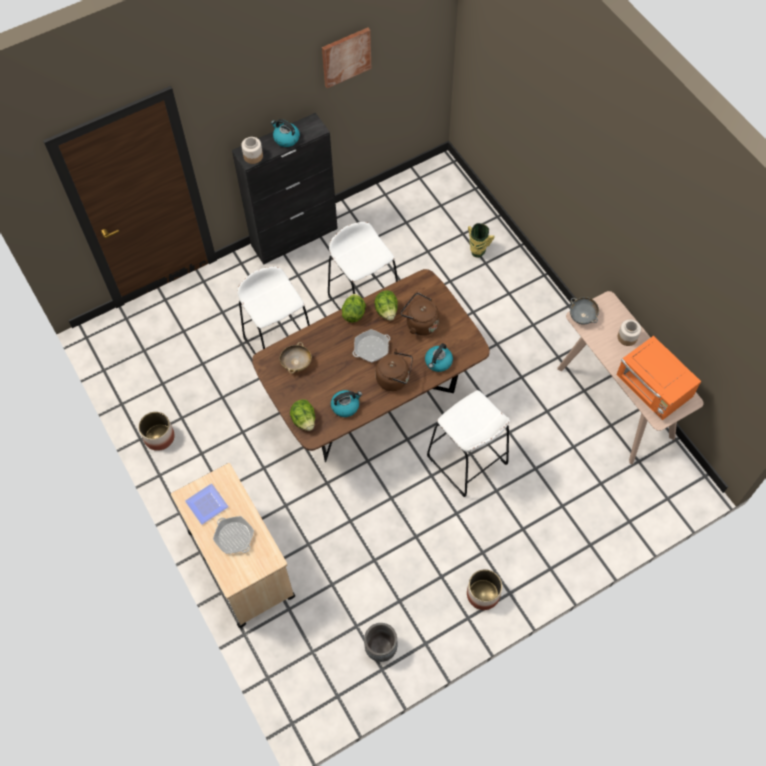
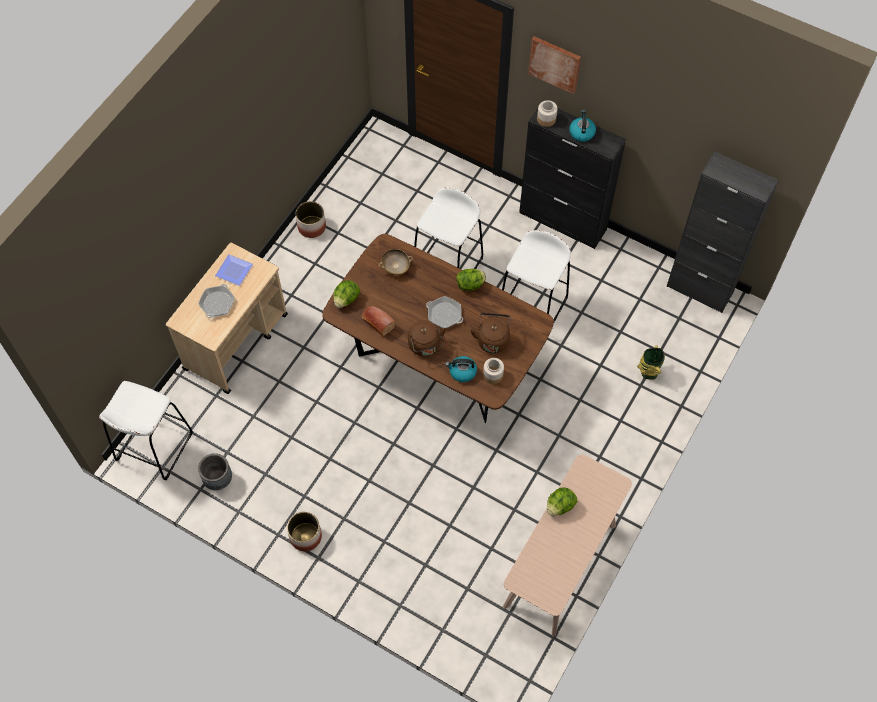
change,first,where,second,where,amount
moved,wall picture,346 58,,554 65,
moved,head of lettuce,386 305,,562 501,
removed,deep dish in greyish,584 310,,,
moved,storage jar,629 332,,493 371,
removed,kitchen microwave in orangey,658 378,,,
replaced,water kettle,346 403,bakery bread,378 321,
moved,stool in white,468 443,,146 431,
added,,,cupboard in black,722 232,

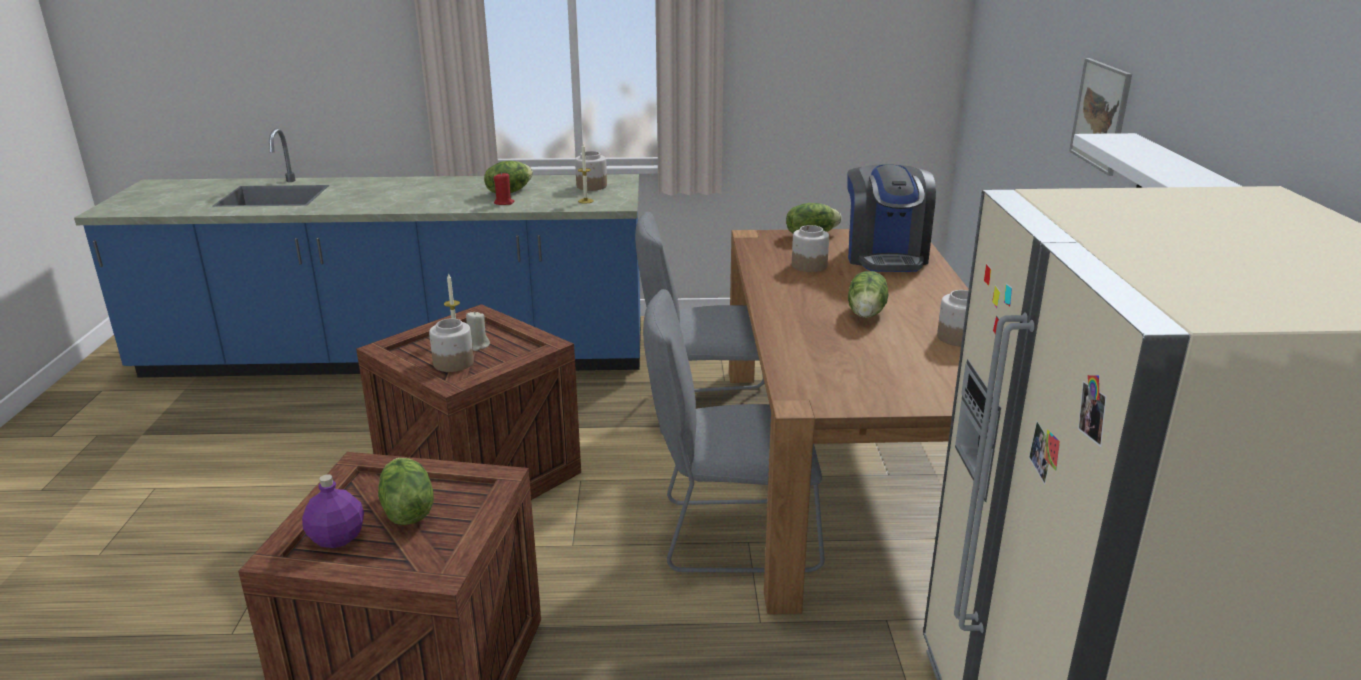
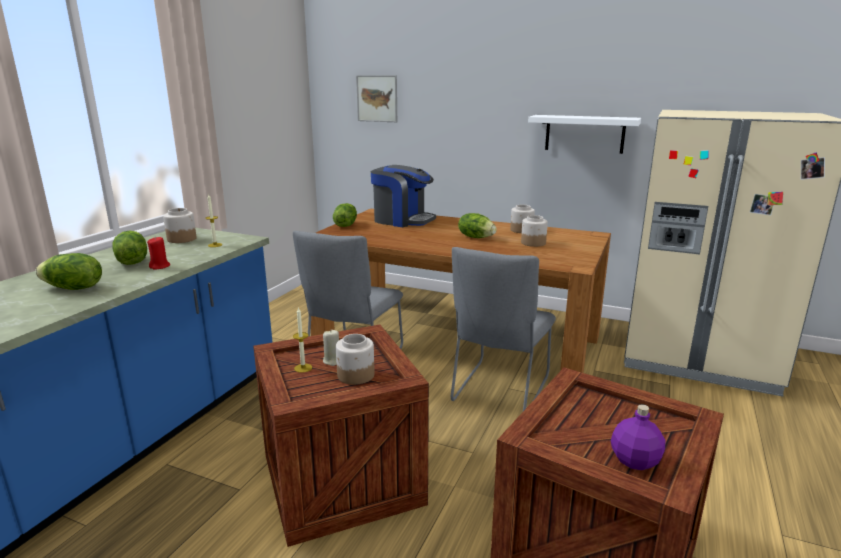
change,first,where,second,where,amount
moved,wall picture,1100 117,,376 98,
moved,storage jar,810 248,,534 231,
moved,head of lettuce,406 491,,68 271,

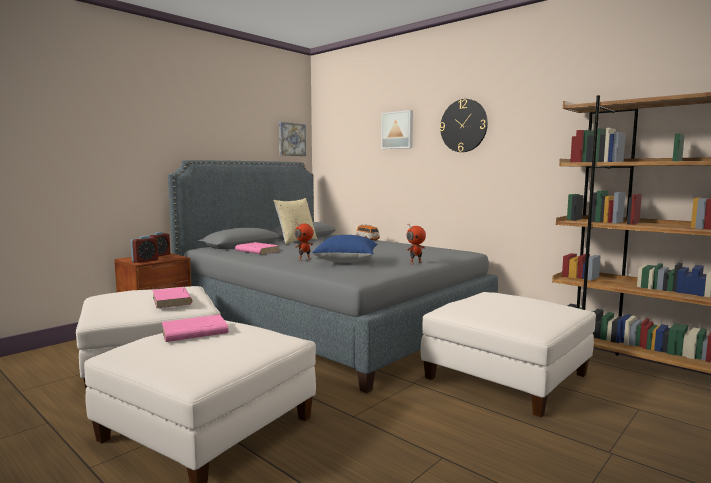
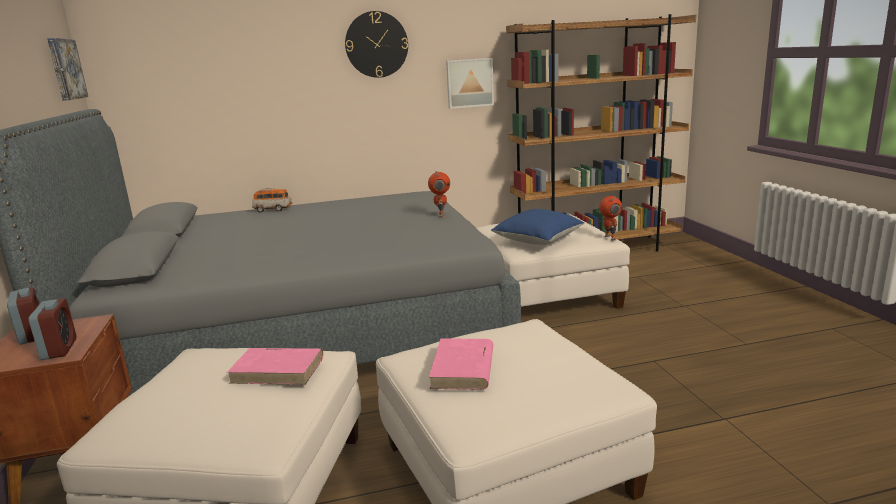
change,first,where,second,where,amount
moved,wall picture,397 129,,470 83,
removed,cushion in sand-coloured,295 221,,,
moved,model robot,304 241,,610 218,
moved,cushion in blue,345 249,,537 227,
removed,bound book in pinkish,257 248,,,

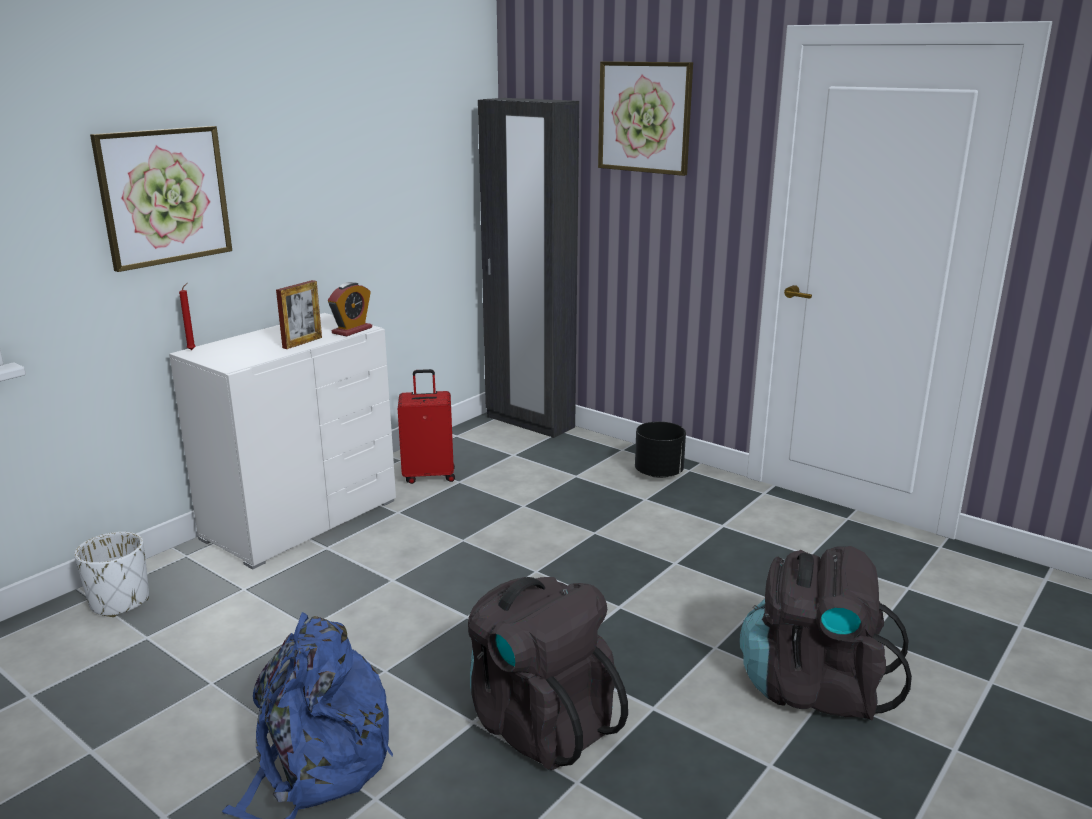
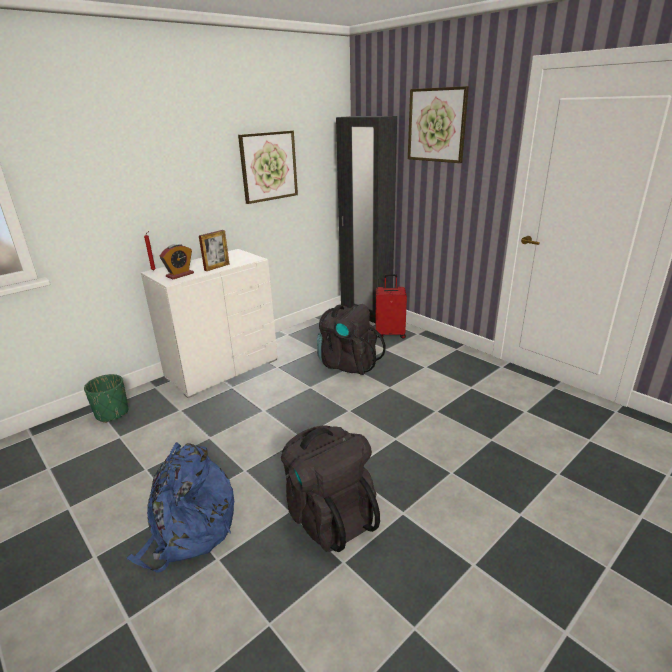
change,first,where,second,where,amount
moved,wall picture,161 199,,268 167,
moved,alarm clock,350 309,,177 261,
moved,travel case in red-coloured,426 426,,391 306,
removed,plant pot in black,660 450,,,
recoloured,plant pot in white,111 574,plant pot in greenish,106 398,
moved,rucksack in black,826 633,,351 339,

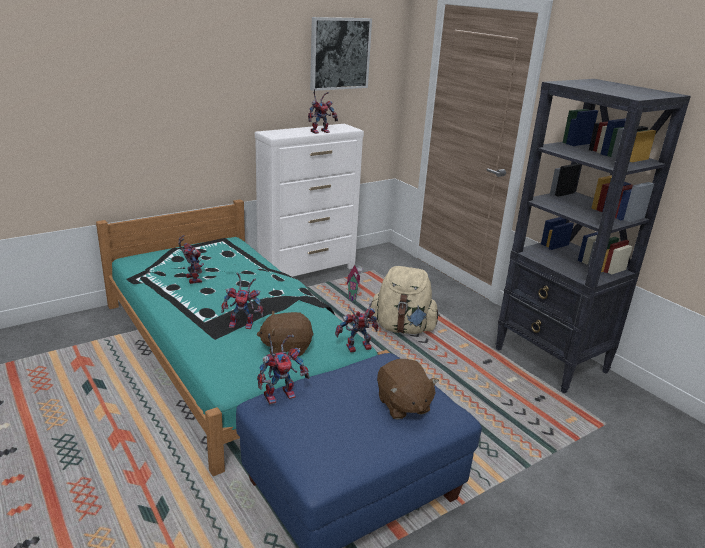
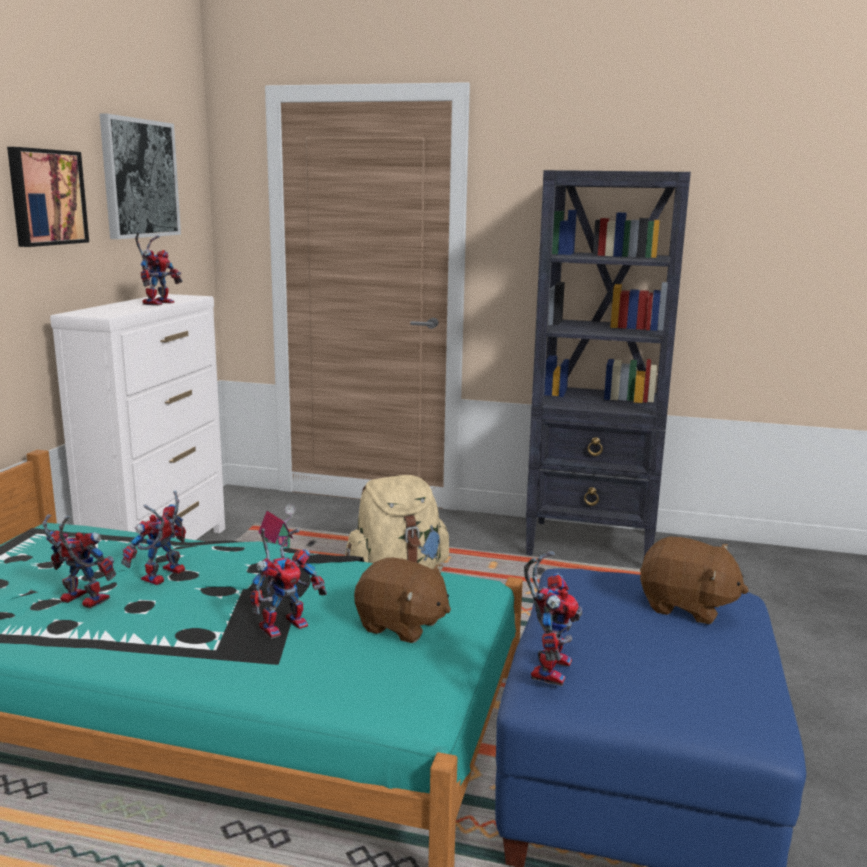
change,first,where,second,where,amount
moved,model robot,356 327,,153 538,
turned,soft toy in brown-coloured,285 333,,402 600,105 degrees counterclockwise
added,,,wall picture,48 197,

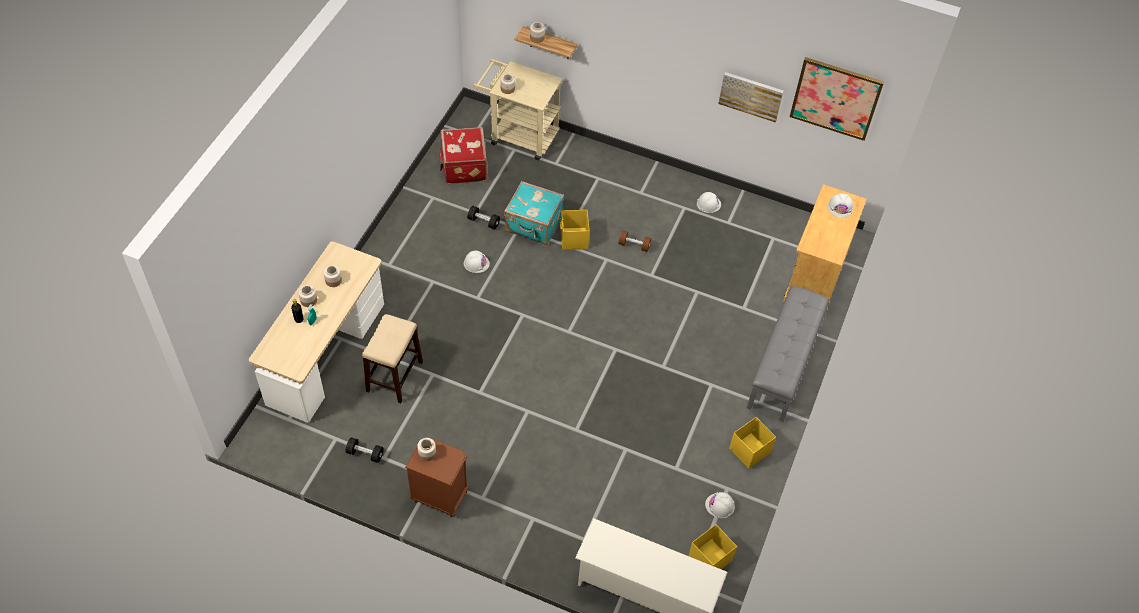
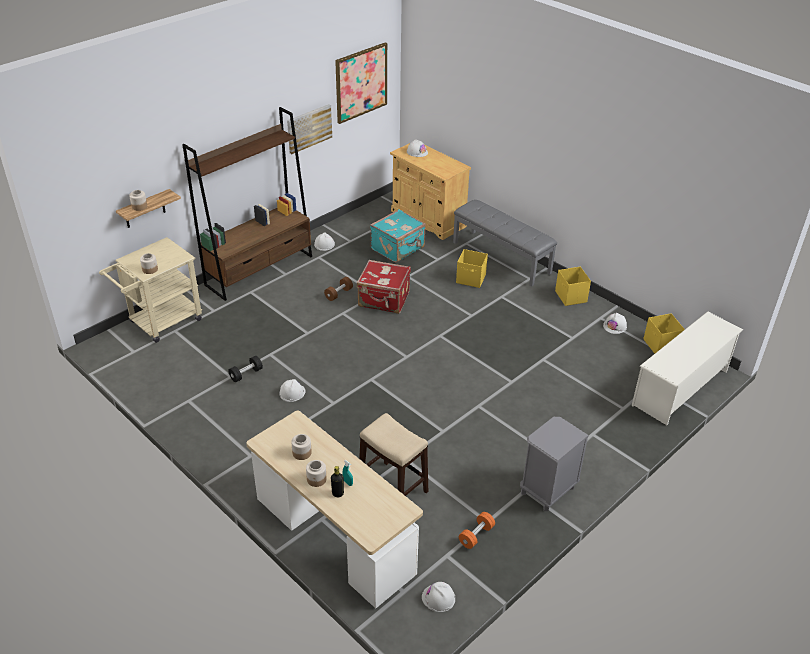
change,first,where,second,where,amount
moved,travel case in red-coloured,463 155,,384 287,
moved,travel case in blue-green,534 213,,398 236,
moved,storage bin in yellow,575 230,,472 268,
recoloured,dumbbell in black,365 450,dumbbell in orangey,477 530,
recoloured,nightstand in brown-coloured,437 477,nightstand in greyish,554 464,
removed,storage jar,426 449,,,
added,,,bookshelf in brown-coloured,247 204,
added,,,safety helmet in white,438 597,

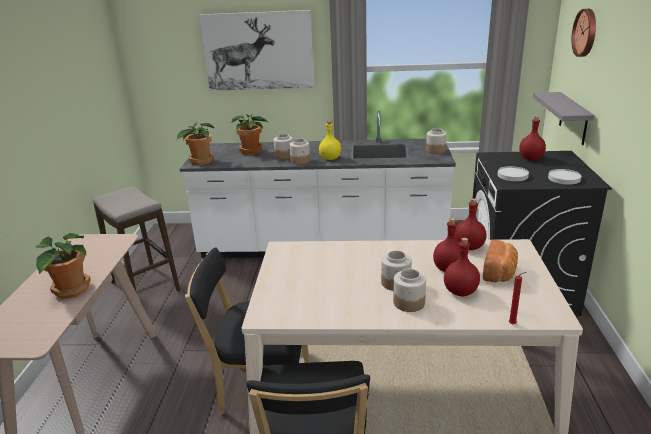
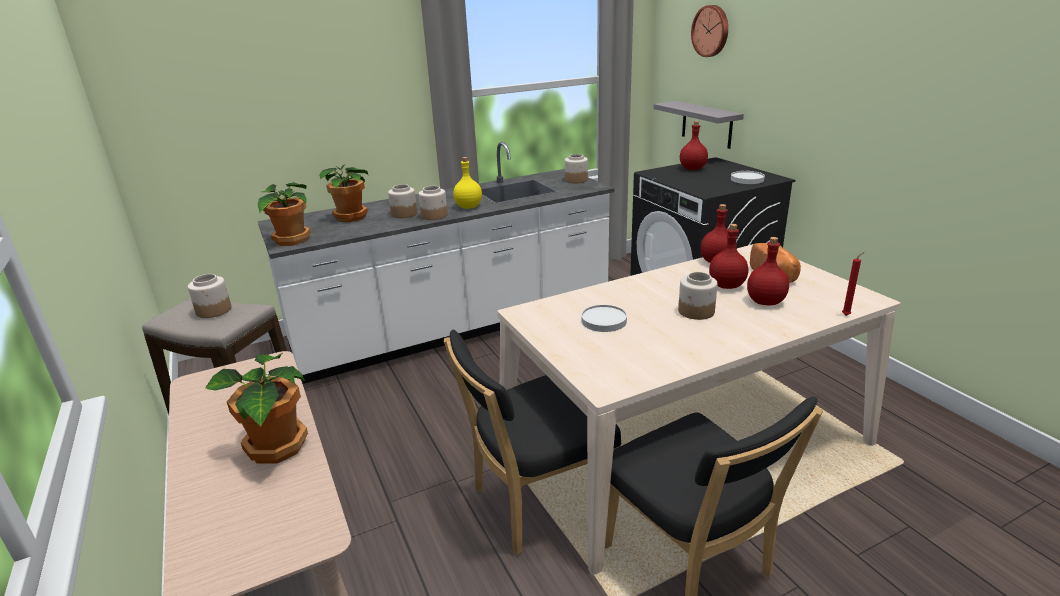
change,first,where,second,where,amount
removed,wall picture,256 50,,,
moved,plate in white,513 173,,604 318,
moved,storage jar,409 290,,210 296,

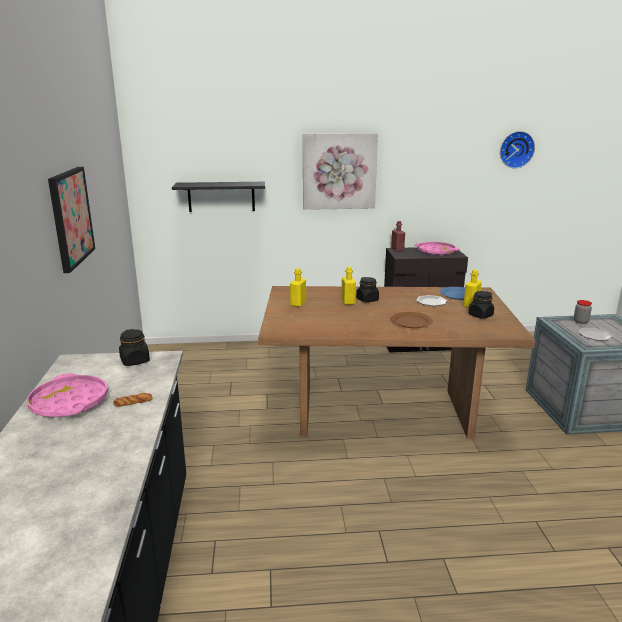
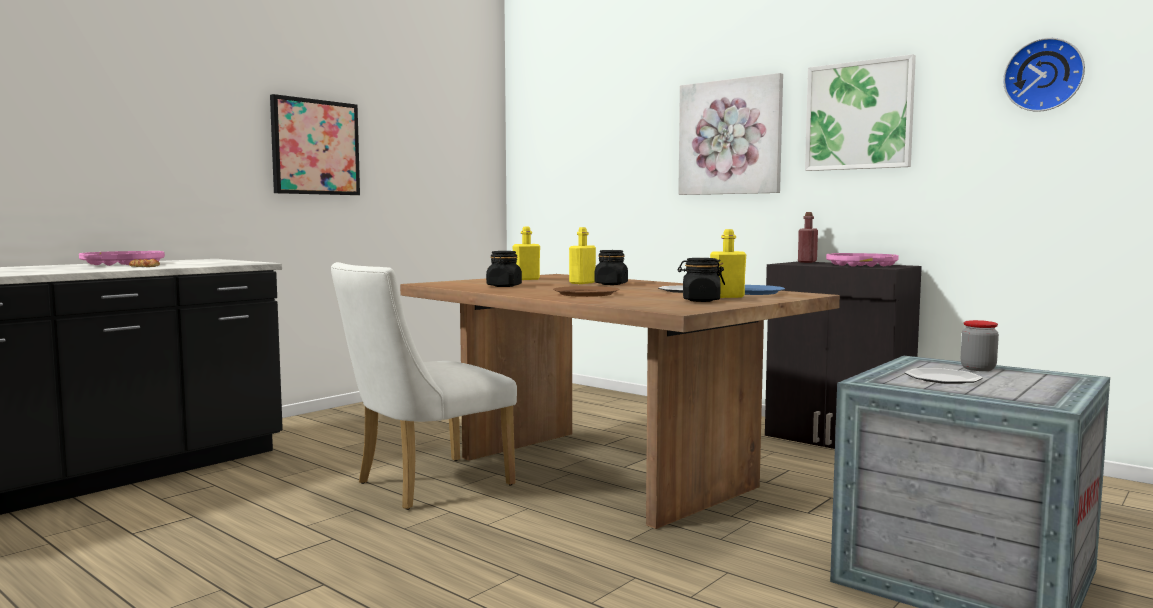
change,first,where,second,where,amount
removed,shelf in black,218 197,,,
moved,storage jar in black,134 347,,504 269,
added,,,wall picture,860 112,
added,,,plain chair in white,424 386,

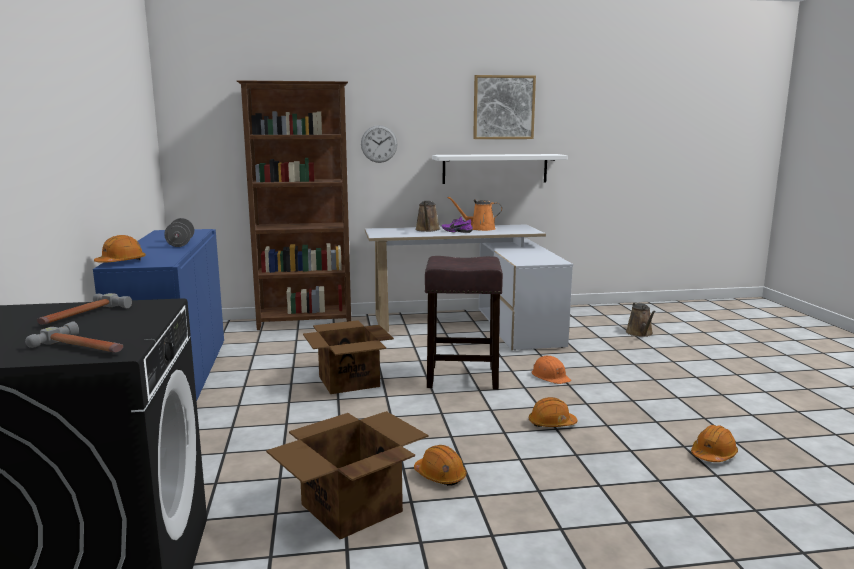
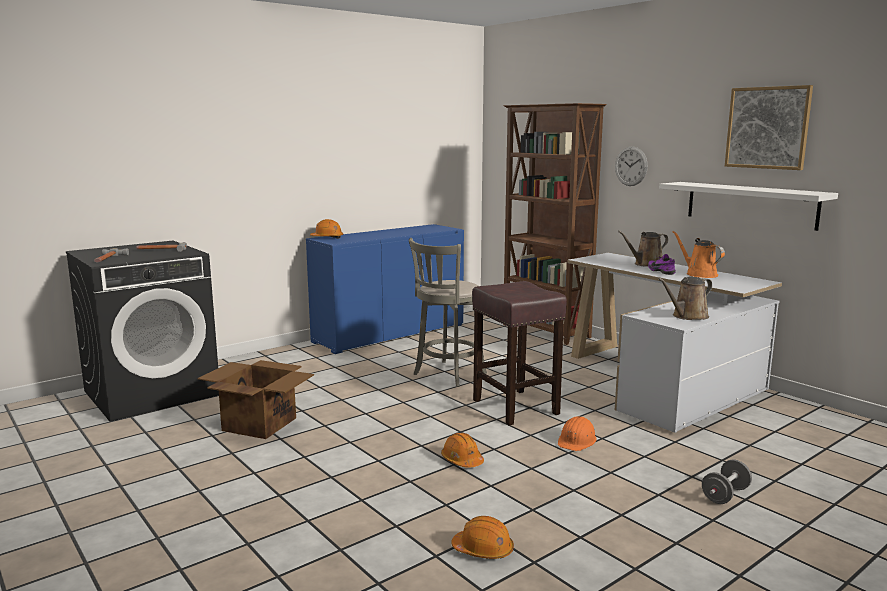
change,first,where,second,where,amount
moved,dumbbell in greyish,179 232,,727 481,
moved,watering can in brown-coloured,641 319,,685 298,
replaced,packing box,348 357,stool in greyish,448 312,
removed,safety helmet in orangey,440 465,,,

